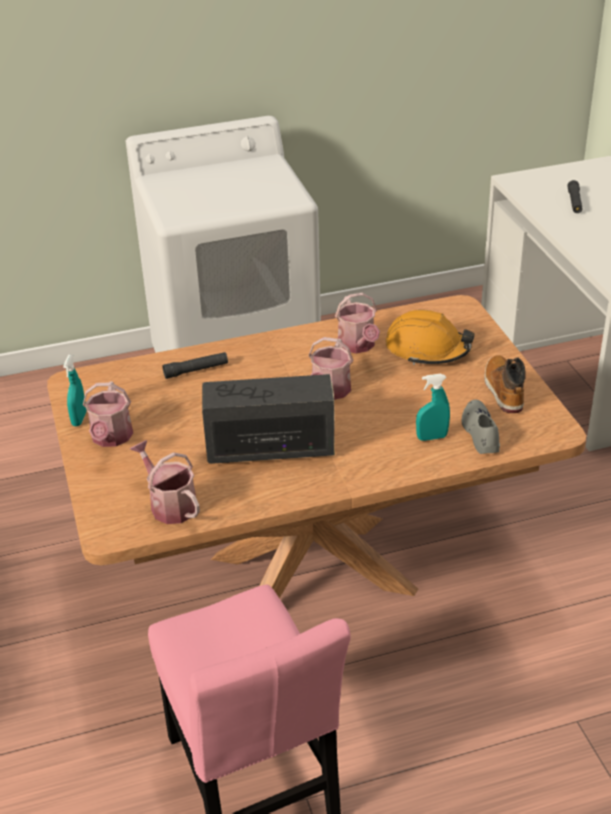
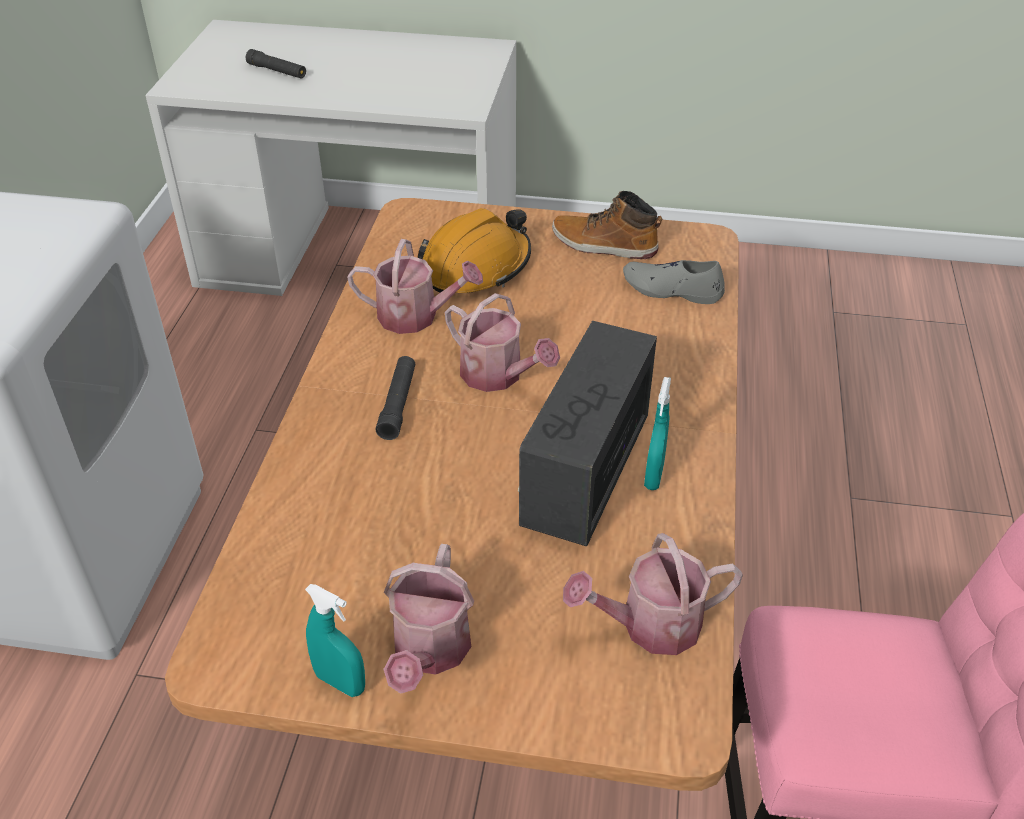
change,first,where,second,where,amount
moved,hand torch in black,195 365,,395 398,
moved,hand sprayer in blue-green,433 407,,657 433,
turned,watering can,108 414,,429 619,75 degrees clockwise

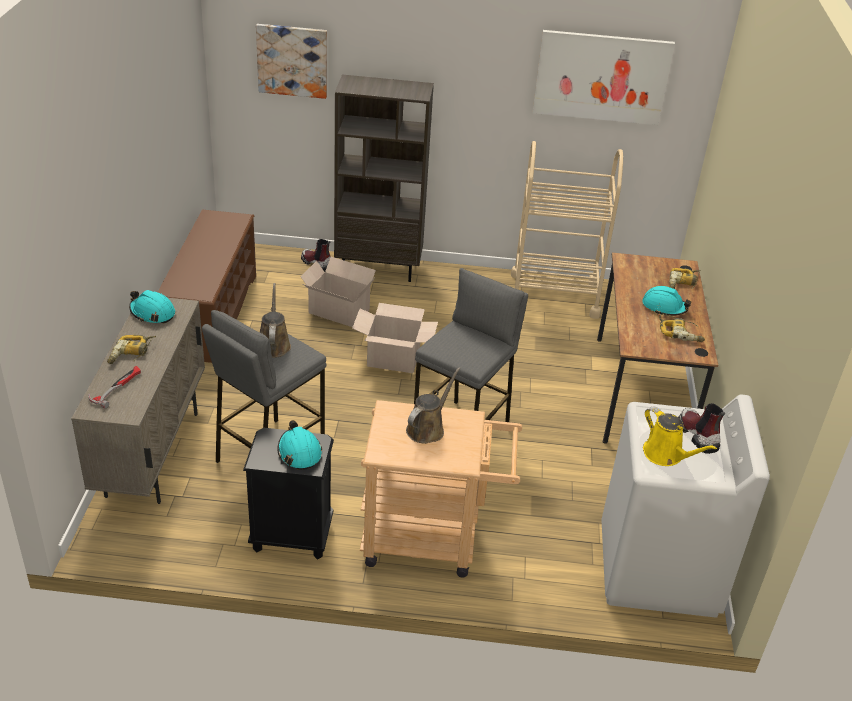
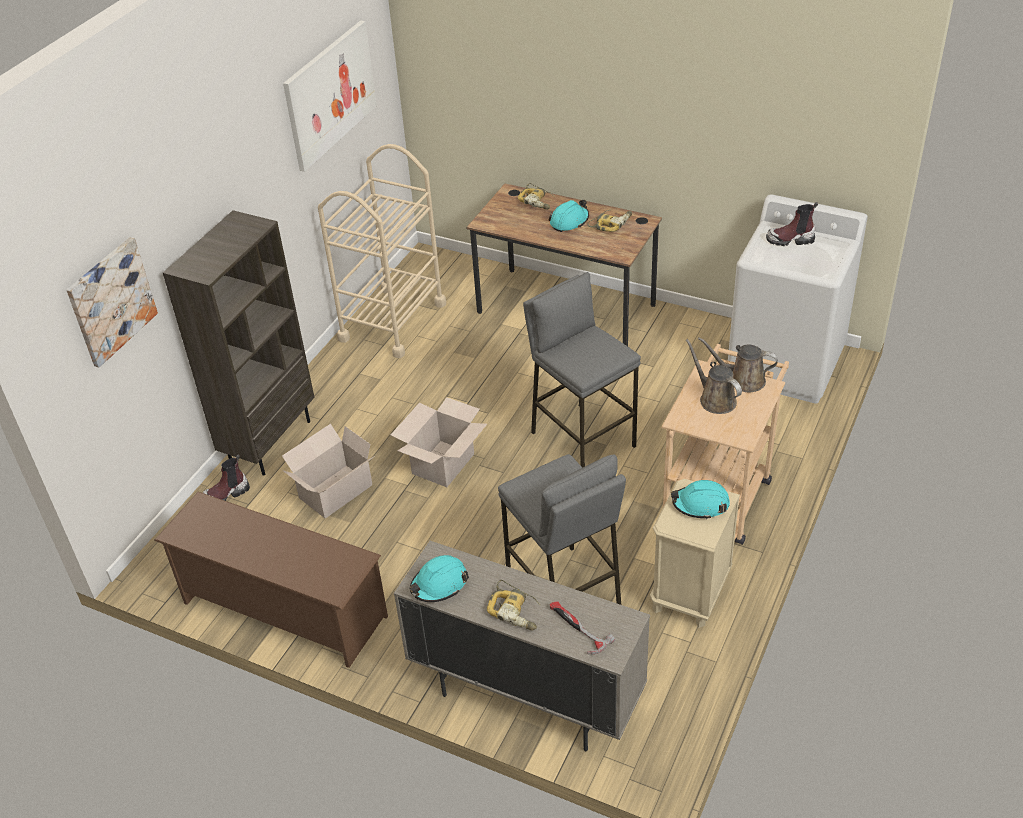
change,first,where,second,where,amount
moved,watering can in brown-coloured,275 320,,738 364,
removed,watering can in yellow,680 436,,,
recoloured,nightstand in black,288 494,nightstand in sand-coloured,695 553,

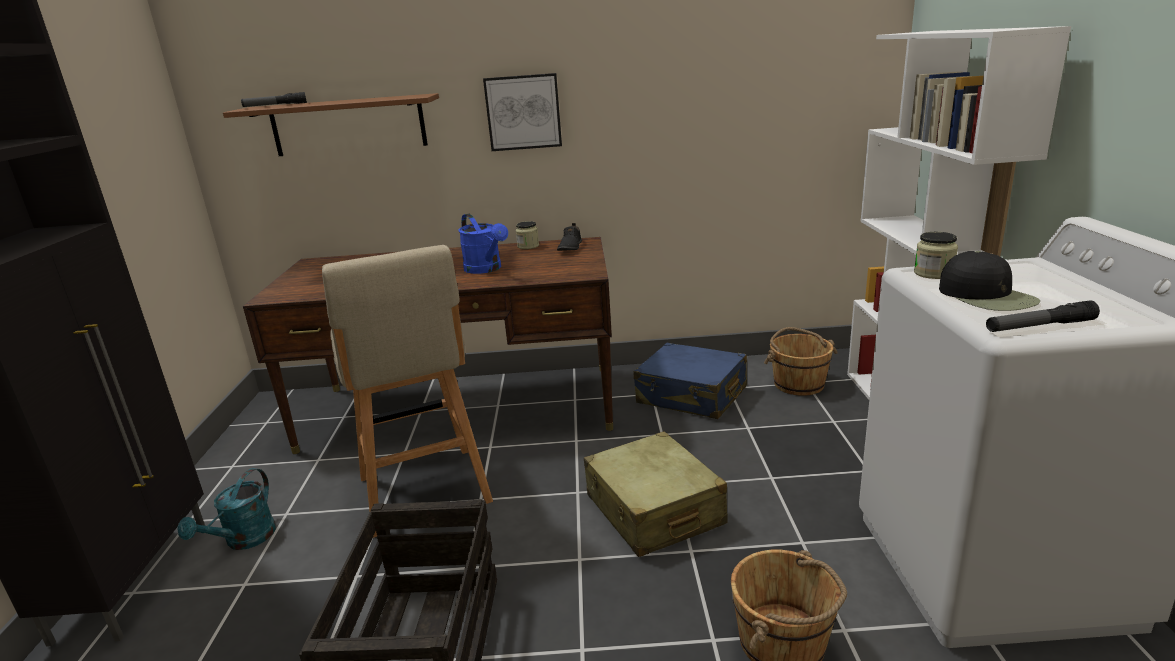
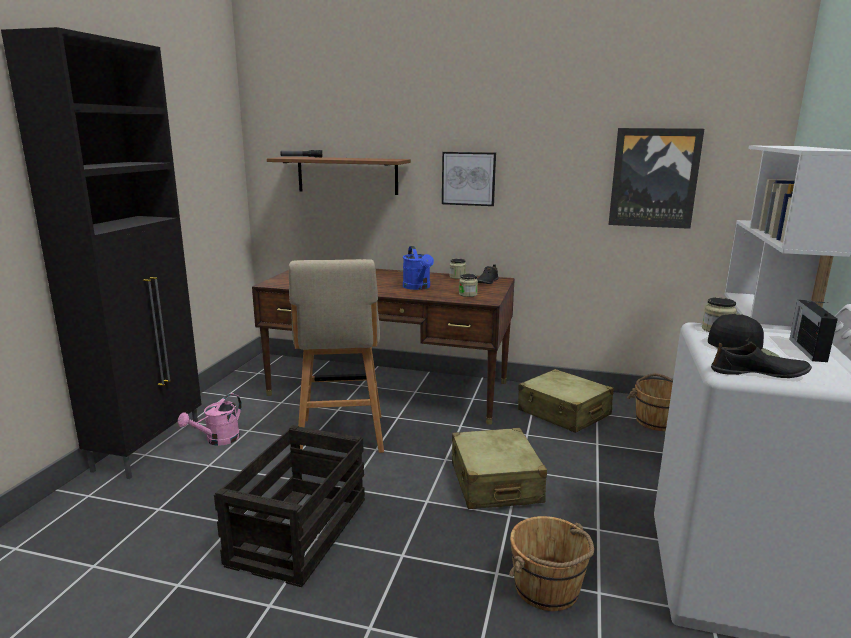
change,first,where,second,where,amount
replaced,hand torch,1043 316,low shoe in black,761 360,
recoloured,travel case in blue,690 381,travel case in sand-coloured,566 401,
recoloured,watering can in blue-green,226 509,watering can in pinkish,210 419,
added,,,wall picture,656 178,
added,,,storage jar,468 285,
added,,,radio,813 331,

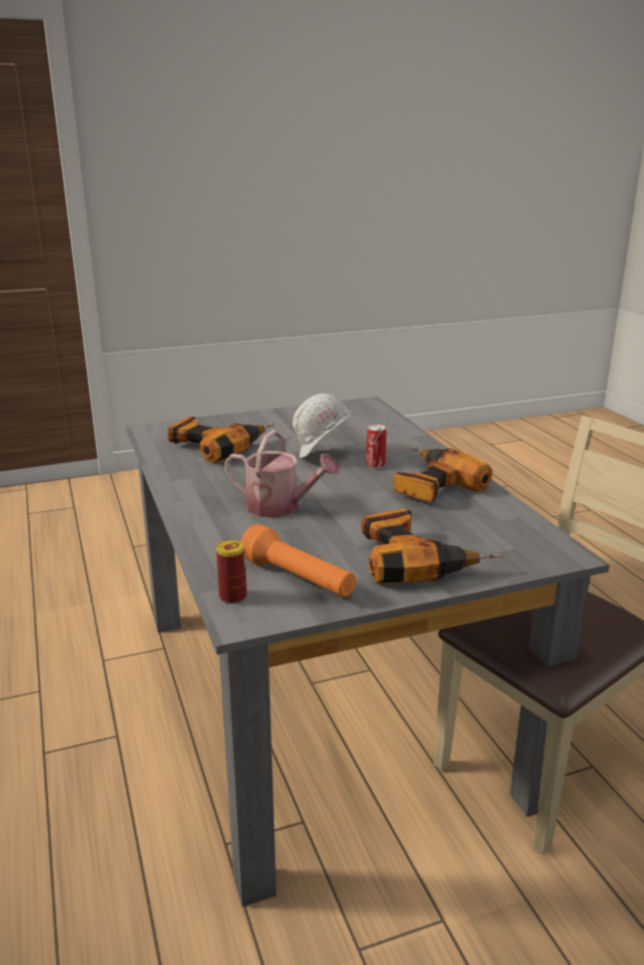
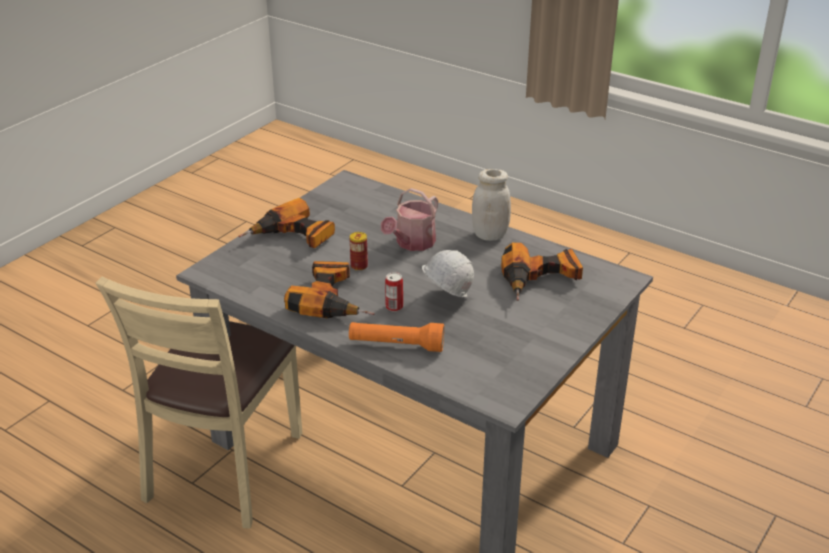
change,first,where,second,where,amount
turned,watering can,282 473,,409 219,45 degrees counterclockwise
moved,hand torch in orangey,298 560,,396 337,
moved,metal can,231 572,,359 251,
added,,,storage jar in white,491 205,

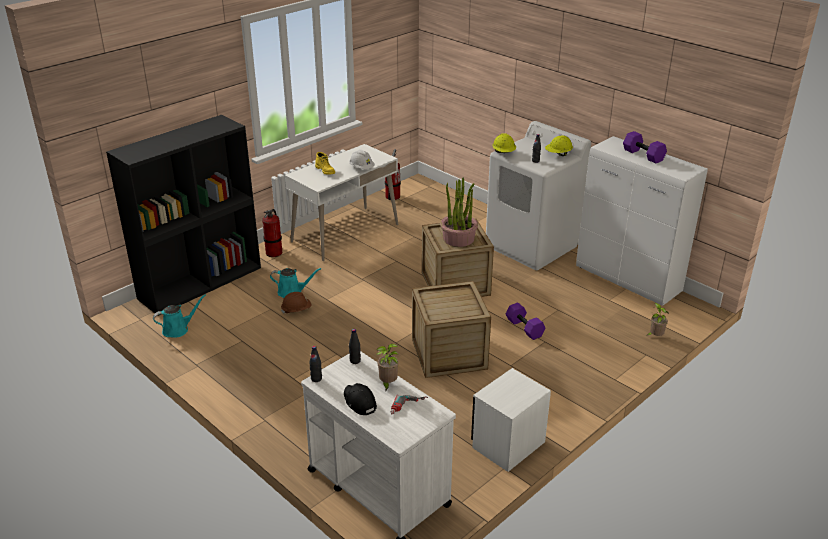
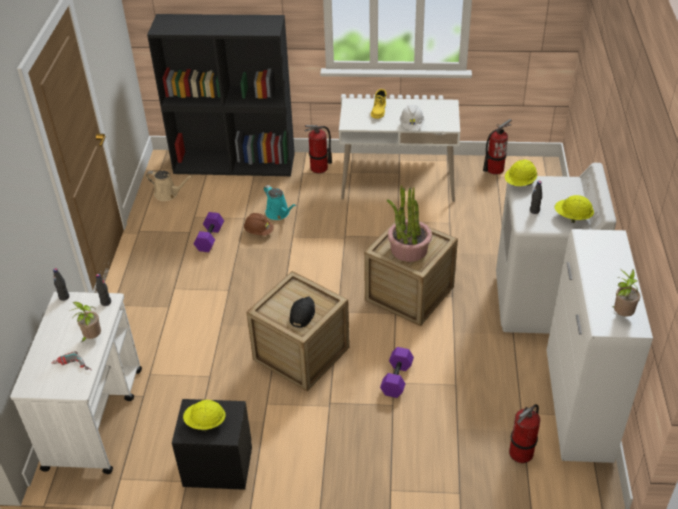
change,first,where,second,where,amount
moved,dumbbell in purplish,645 147,,208 232,
recoloured,watering can in blue-green,179 316,watering can in sand-coloured,169 185,
moved,potted plant,657 319,,626 293,
recoloured,nightstand in white,511 420,nightstand in black,212 444,
moved,cap in black,360 399,,302 312,
added,,,safety helmet in yellow,204 416,
added,,,fire-fighting cylinder,524 433,

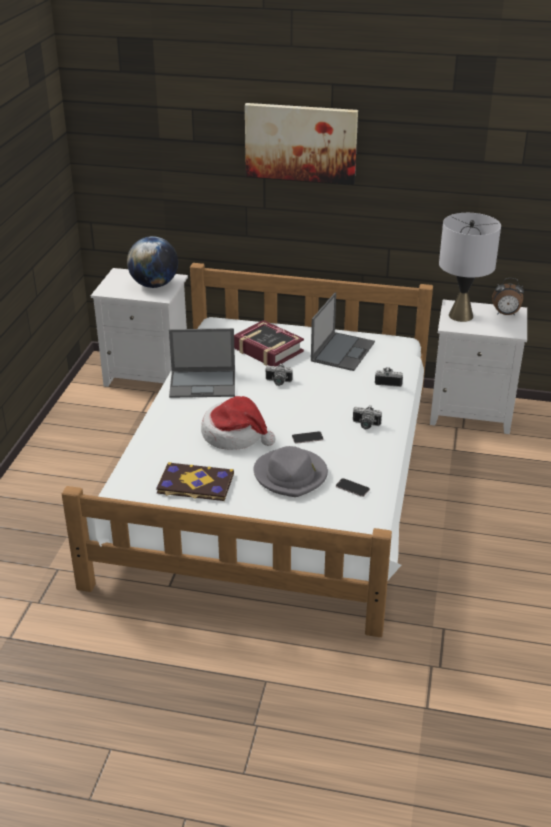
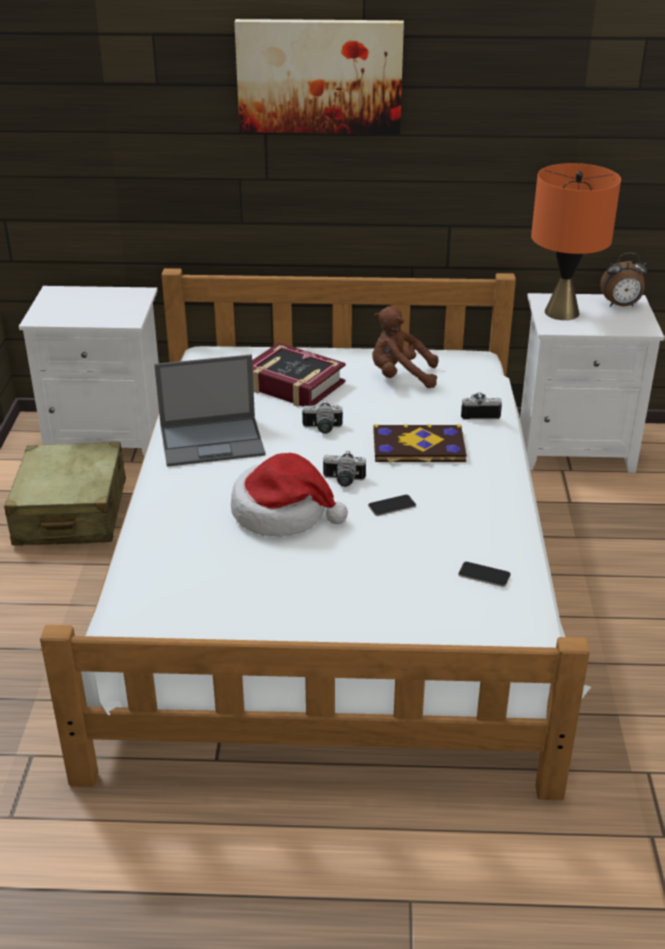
change,first,where,second,where,amount
recoloured,lamp for a table in greyish,470 267,lamp for a table in orangey,576 241,
removed,desk globe,152 262,,,
replaced,laptop,343 331,soft toy in brown-coloured,405 347,
moved,still camera,367 417,,344 468,
removed,clothing hat in greyish,290 471,,,
moved,bound book,195 481,,420 443,
added,,,travel case in sand-coloured,65 493,

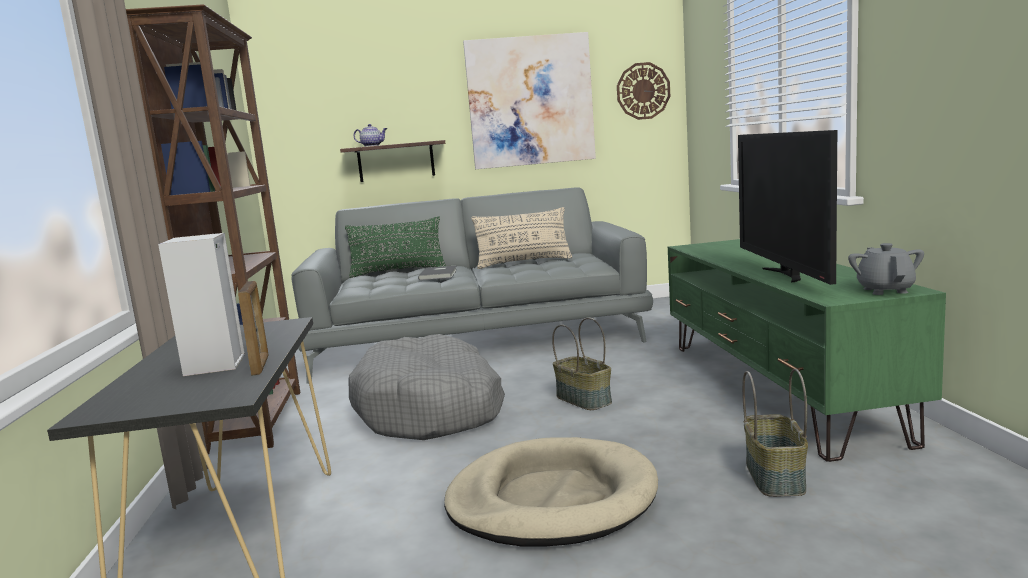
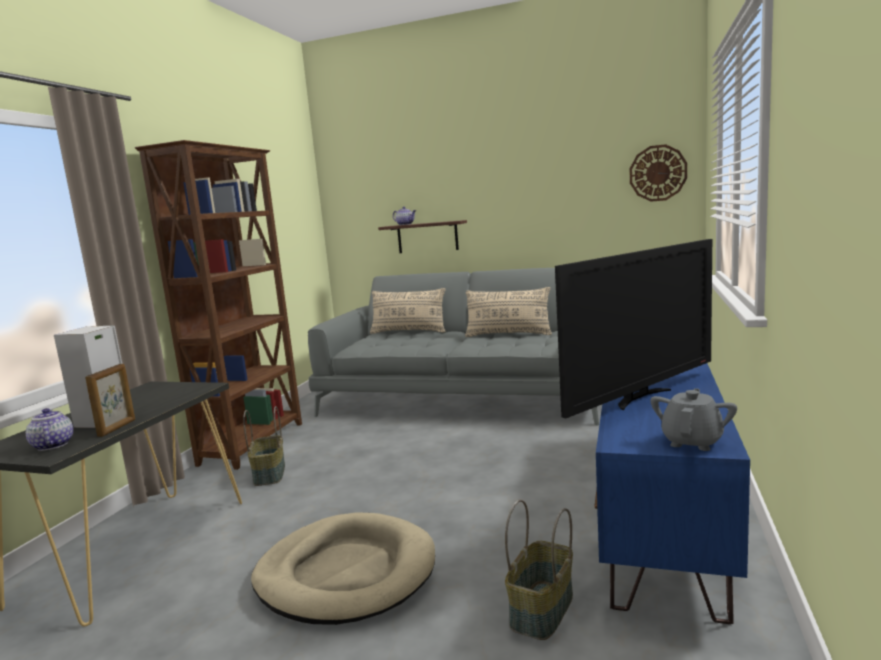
change,first,where,second,where,amount
removed,wall picture,529 100,,,
turned,TV,787 207,,633 328,150 degrees counterclockwise
recoloured,cushion in greenish,395 247,cushion in sand-coloured,407 311,
recoloured,media console in greenish,807 350,media console in blue,672 493,
removed,bound book in greyish,437 272,,,
moved,storage basket,582 363,,264 446,
removed,dog cushion in greyish,427 387,,,
added,,,tea pot,49 429,

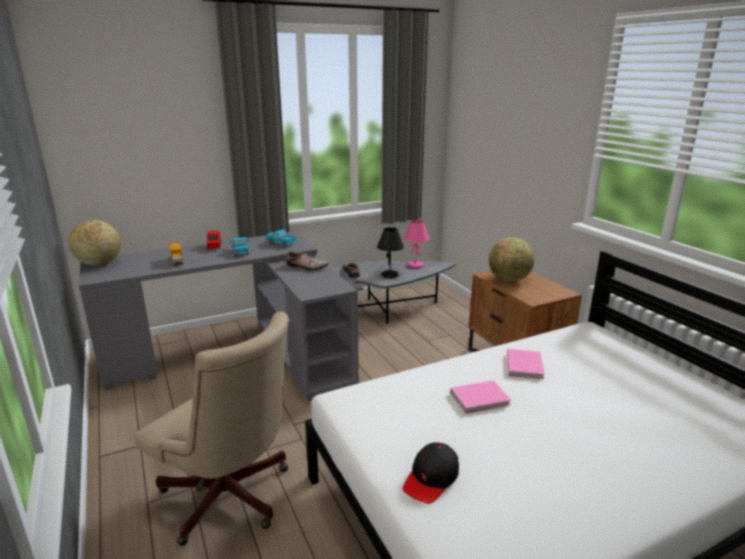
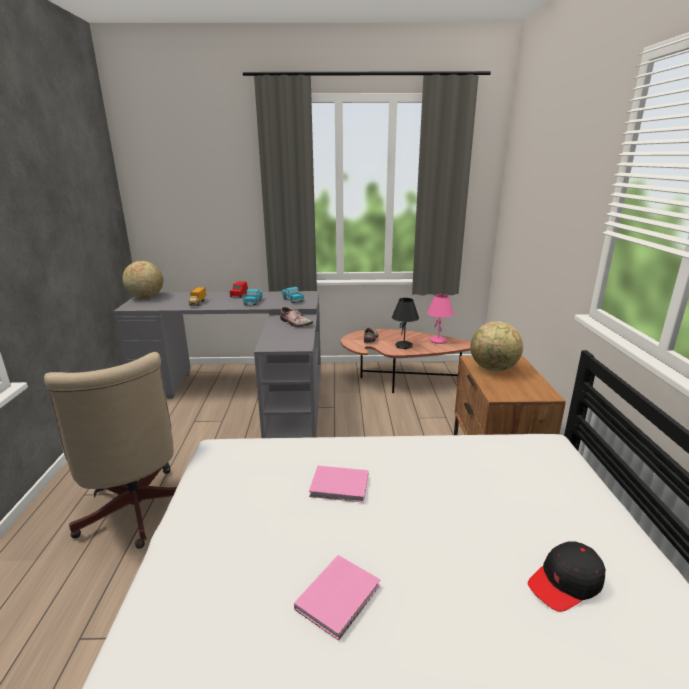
change,first,where,second,where,amount
recoloured,low table in greyish,394 292,low table in brown-coloured,406 361,
moved,bound book in pinkish,526 364,,337 598,
moved,cap in black,431 473,,567 576,

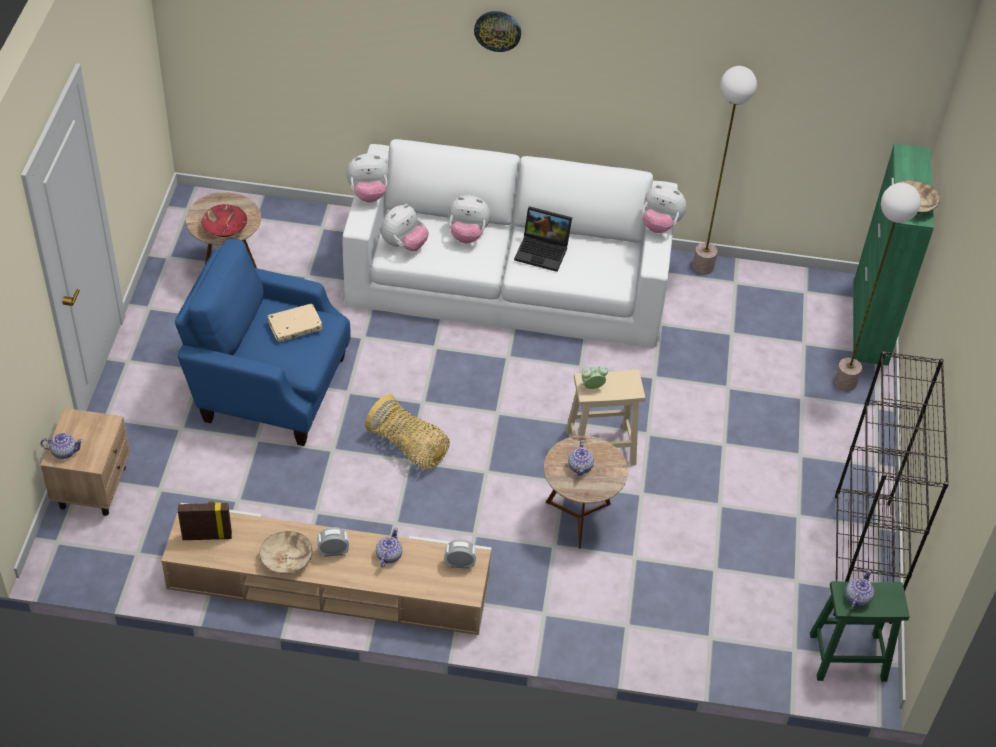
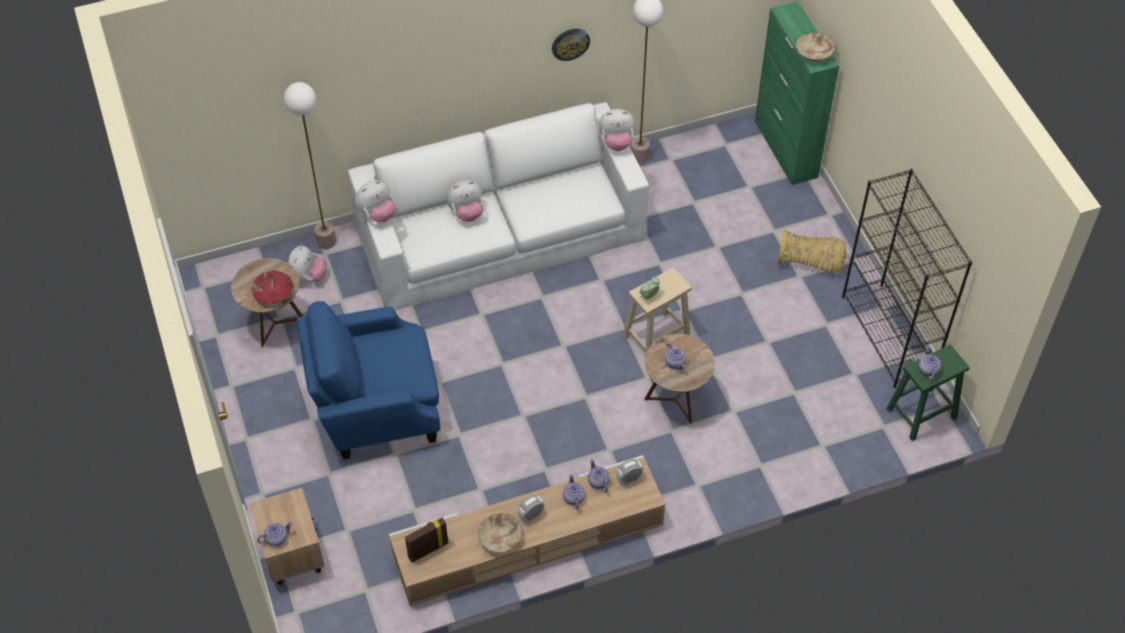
change,first,where,second,where,amount
moved,hanging clock,497 31,,571 45,
moved,standard lamp,877 287,,310 165,
moved,soft toy,405 227,,307 263,
removed,laptop,543 239,,,
removed,bound book in sand-coloured,295 323,,,
moved,storage basket,407 432,,812 250,
added,,,tea pot,599 475,

